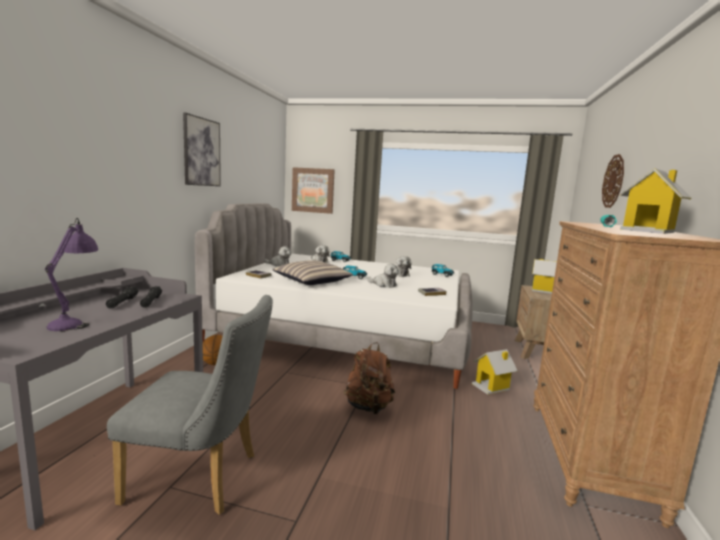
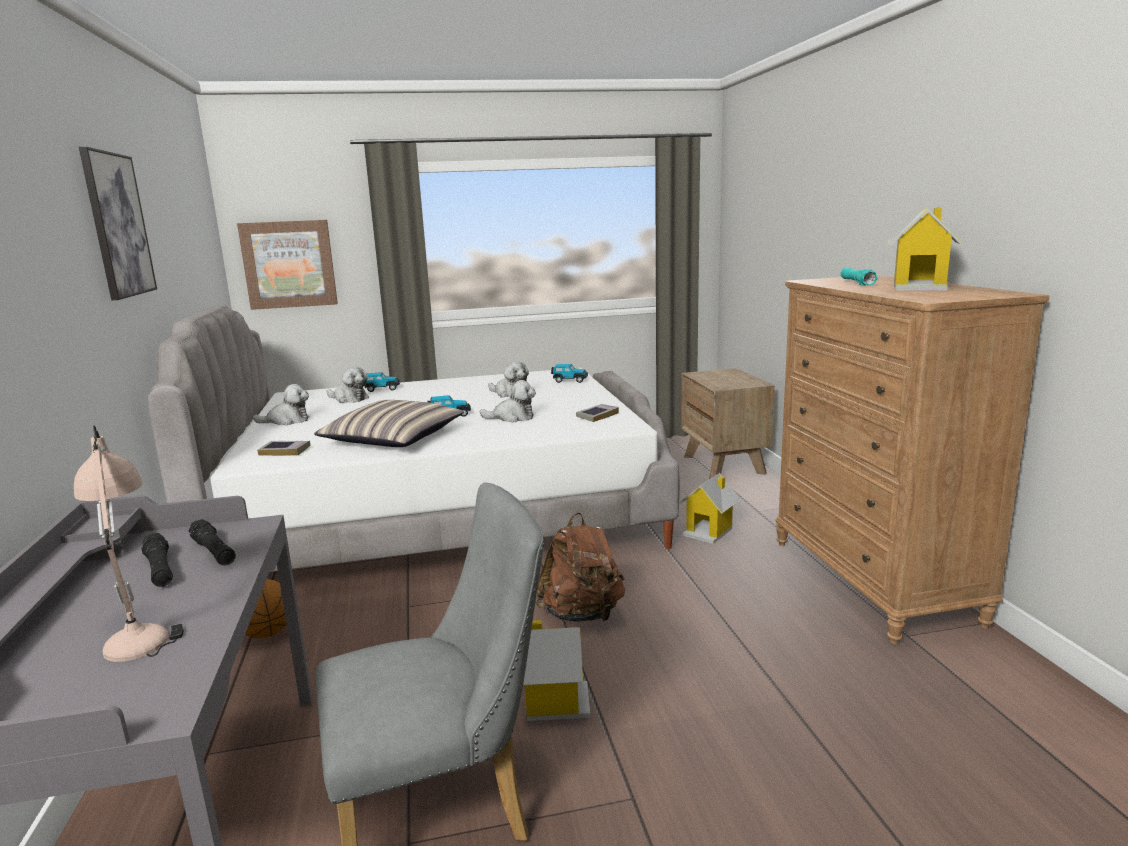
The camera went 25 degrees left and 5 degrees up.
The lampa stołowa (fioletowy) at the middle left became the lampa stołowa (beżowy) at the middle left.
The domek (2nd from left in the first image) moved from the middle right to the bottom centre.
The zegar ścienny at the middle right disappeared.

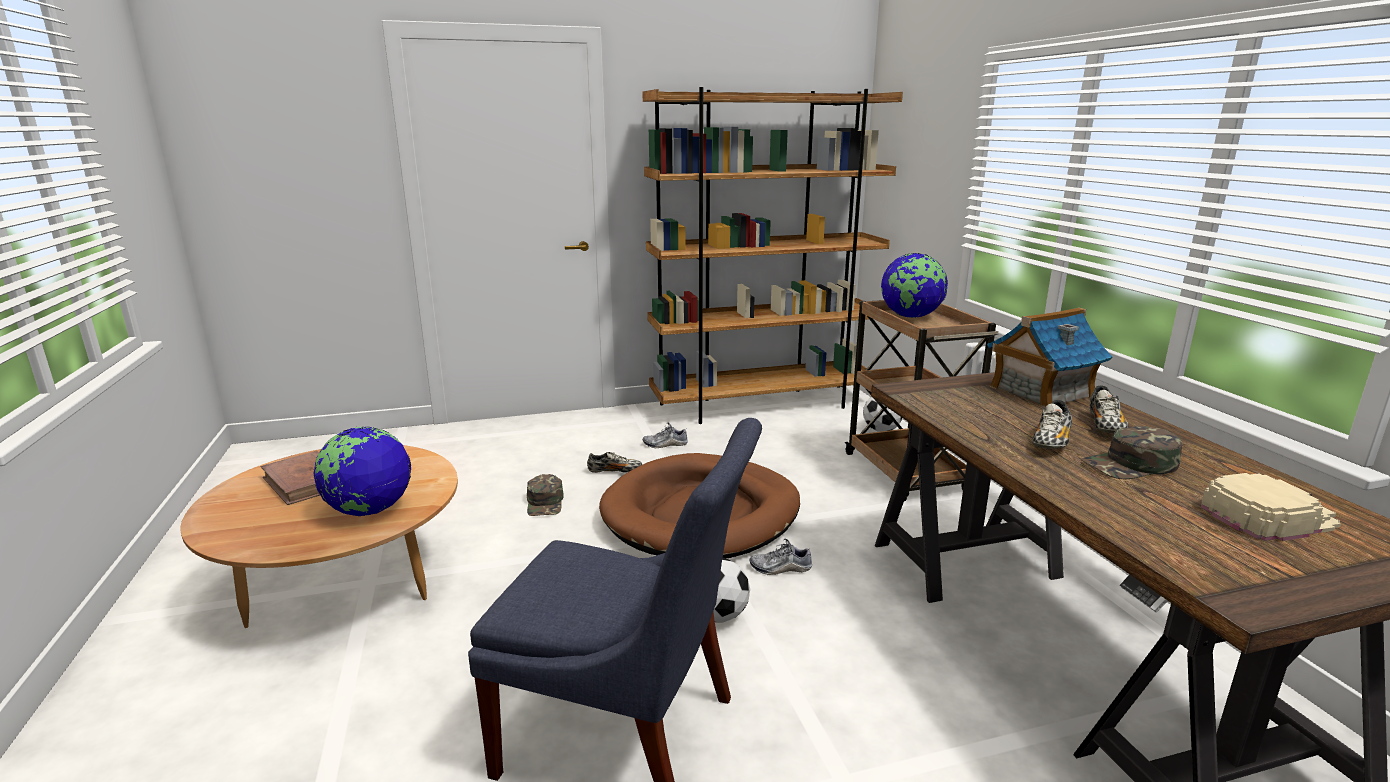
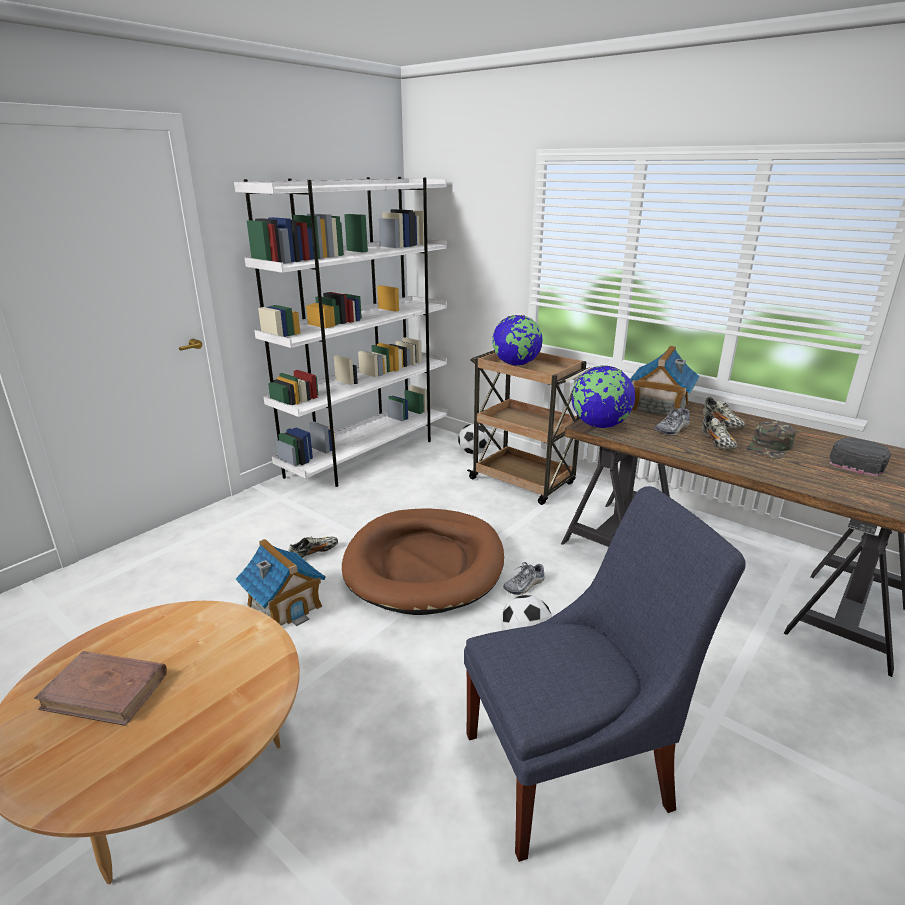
The camera went 35 degrees left and 5 degrees up.
The globus (1st from left in the first image) moved from the middle left to the centre.
The czapka z daszkiem (zielony) (1st from left) at the centre was replaced by the domek (1st from left) at the middle left.
The regał (brązowy) at the top centre became the regał (biały) at the centre.
The but (2nd from left in the first image) moved from the centre to the middle right.
The czapka z daszkiem (beżowy) at the middle right became the czapka z daszkiem (czarny) at the middle right.

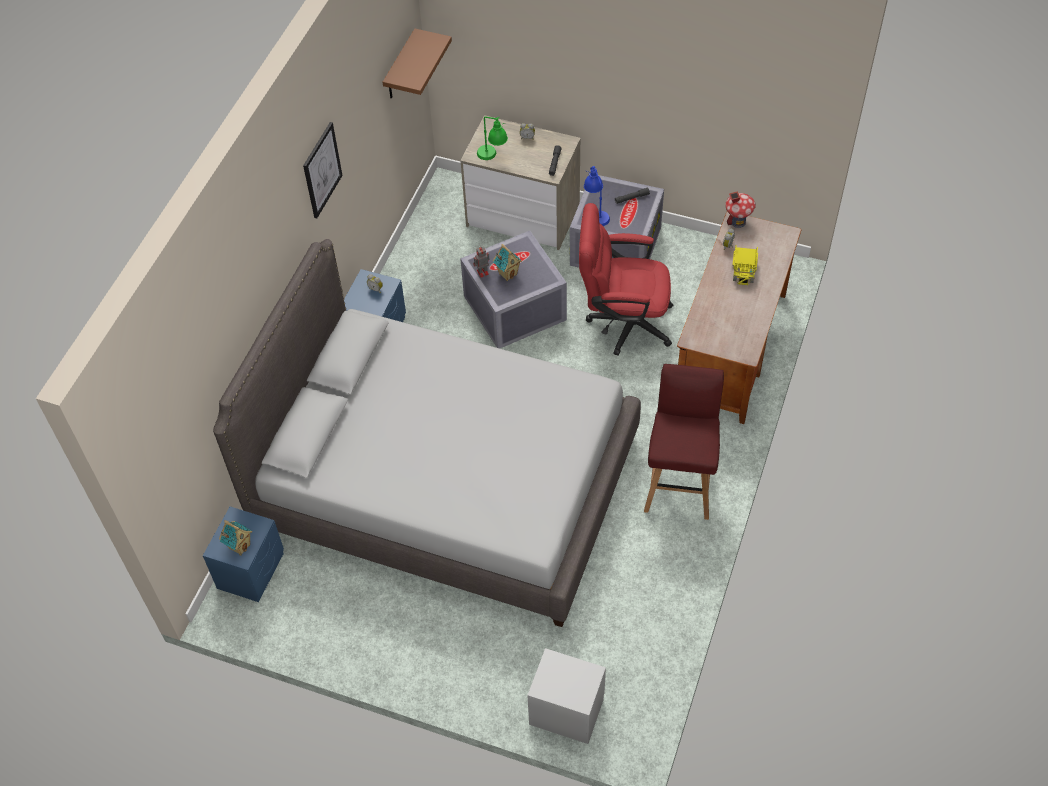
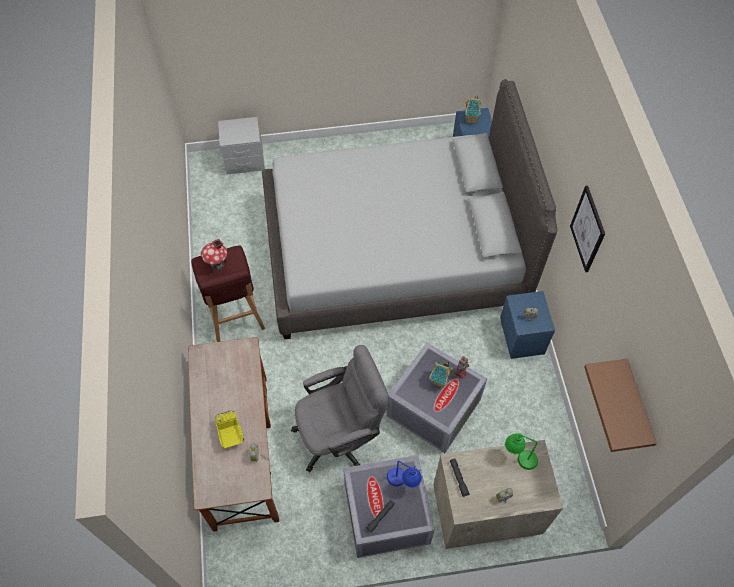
The camera went 150 degrees right and 5 degrees up.
The krzesło biurowe (czerwony) at the centre became the krzesło biurowe (szary) at the bottom centre.
The domek (3rd from left in the first image) moved from the top right to the middle left.

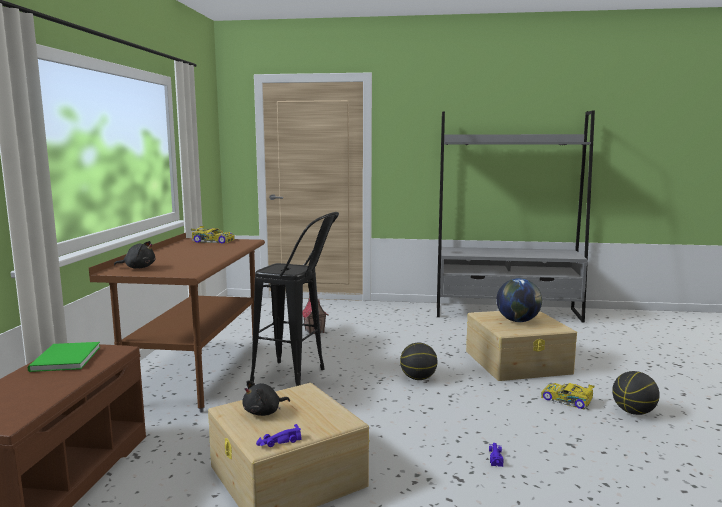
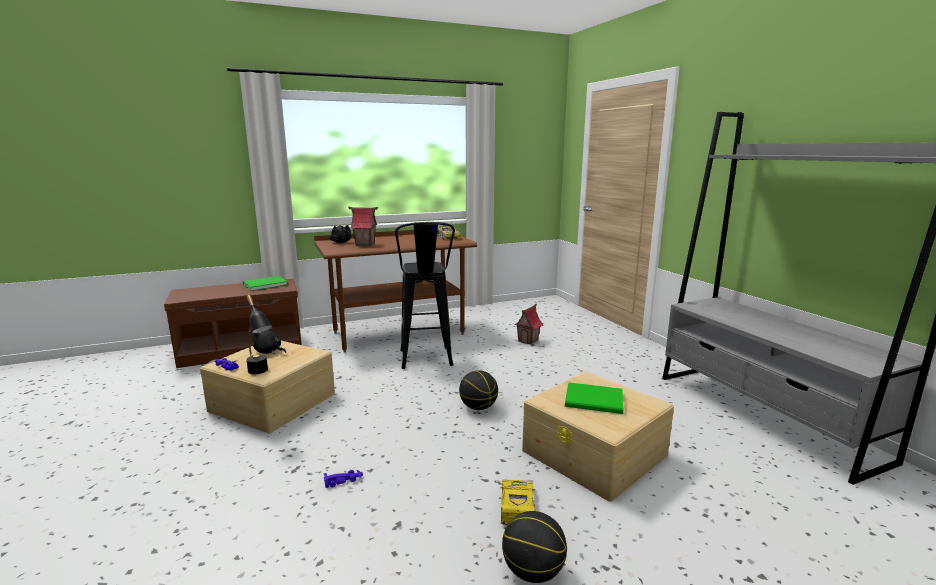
The camera went 60 degrees right and 5 degrees up.
The globus at the middle right was replaced by the książka (zielony) (2nd from left) at the bottom centre.
The lampa stołowa (czarny) at the middle left appeared.
The domek (1st from left) at the centre appeared.

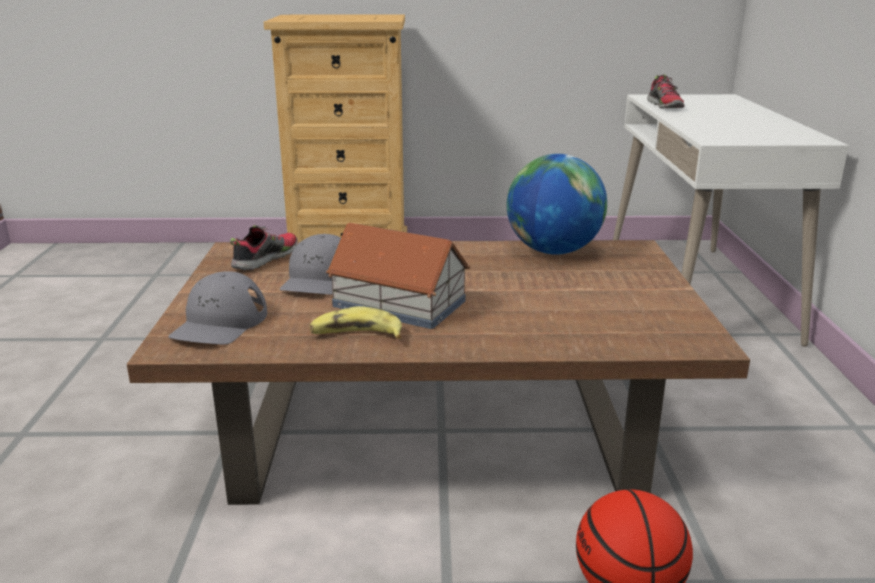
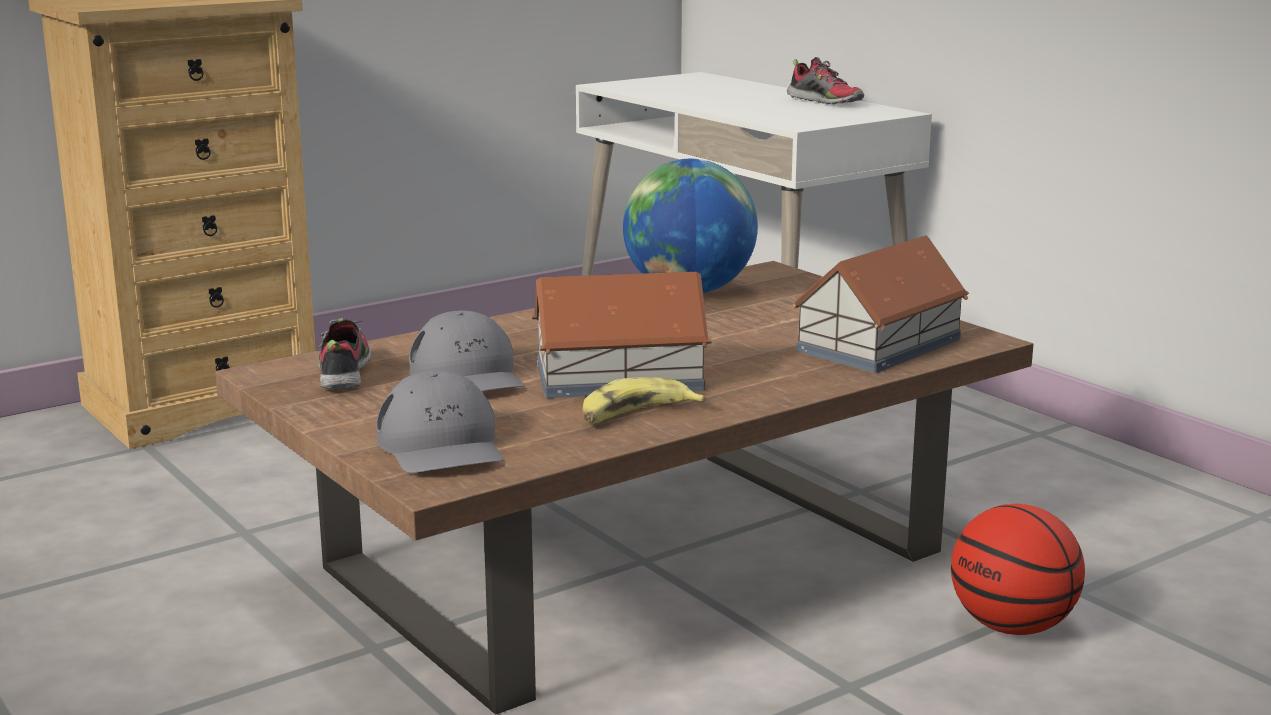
The camera went 35 degrees left and 5 degrees down.
The but (2nd from left) moved from the top right to the top centre.
The domek (2nd from left) at the middle right appeared.

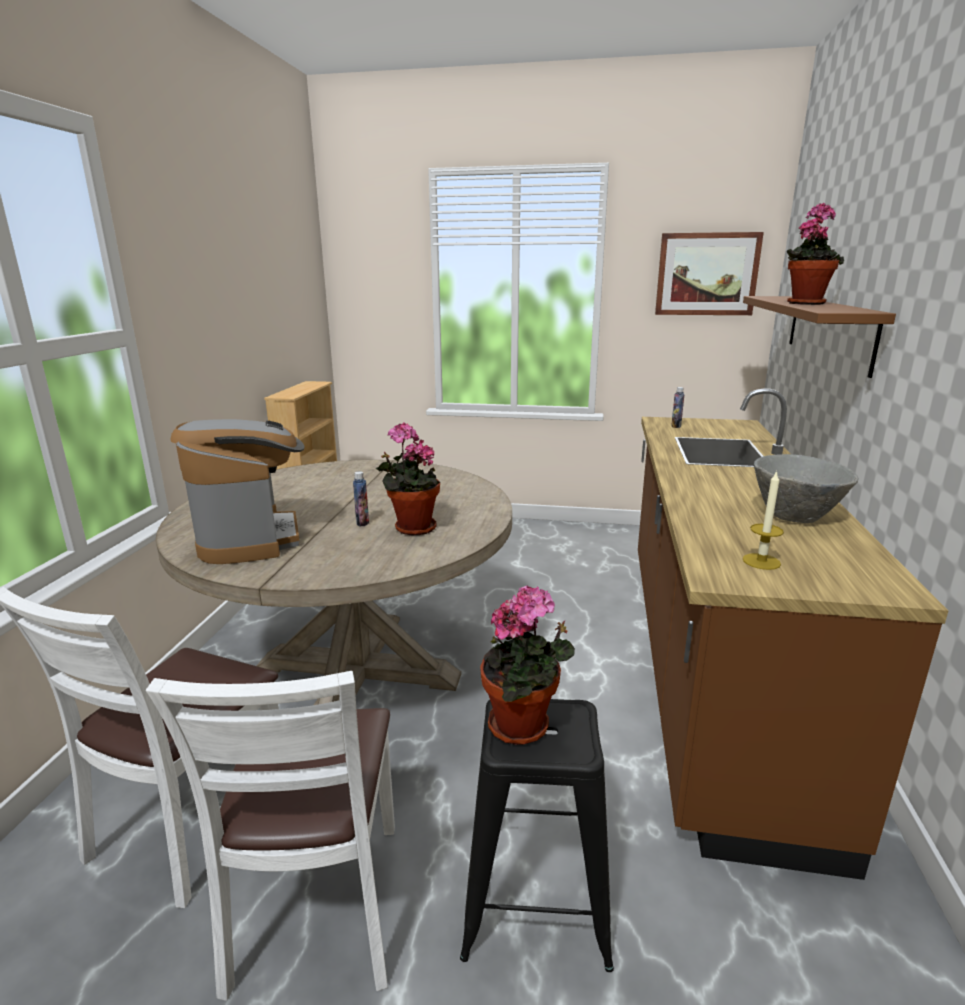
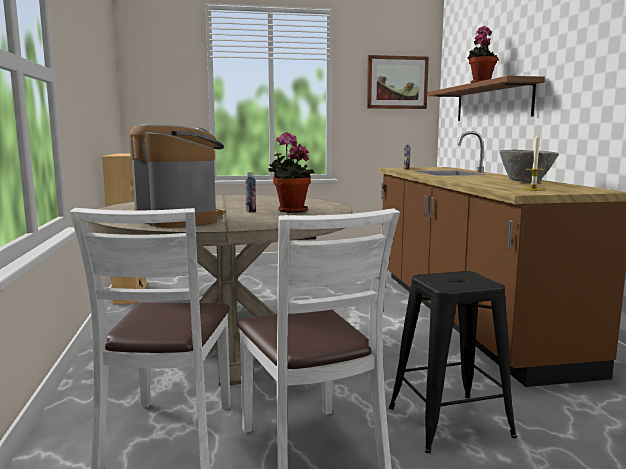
The camera went 20 degrees left and 10 degrees down.
The roślina doniczkowa (2nd from left) at the centre disappeared.

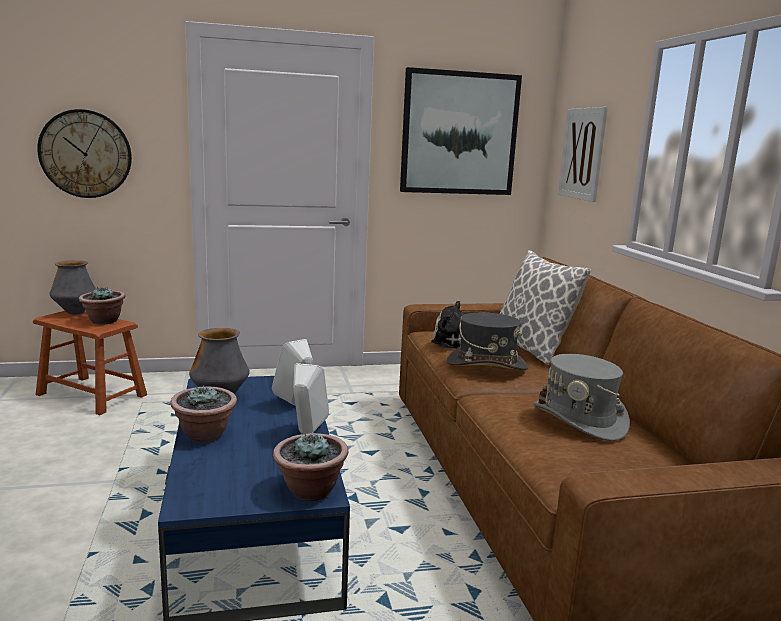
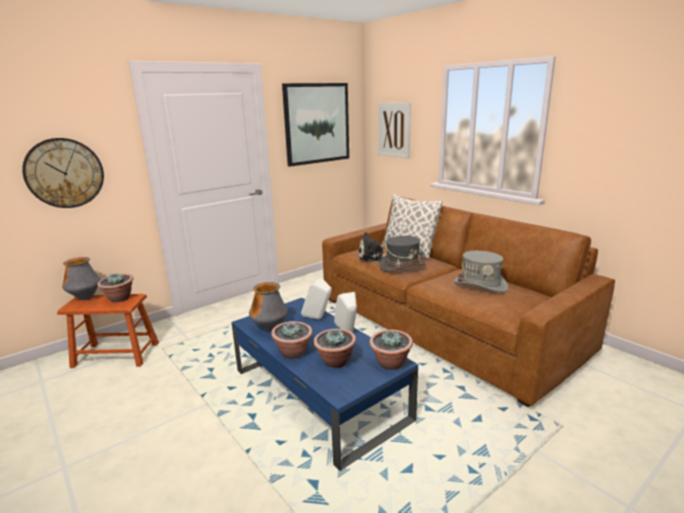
The camera went 25 degrees left and 5 degrees up.
The roślina doniczkowa (3rd from left) at the bottom centre appeared.

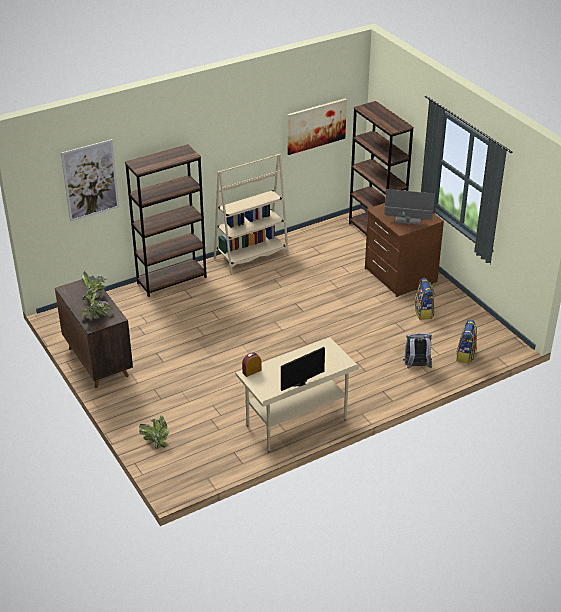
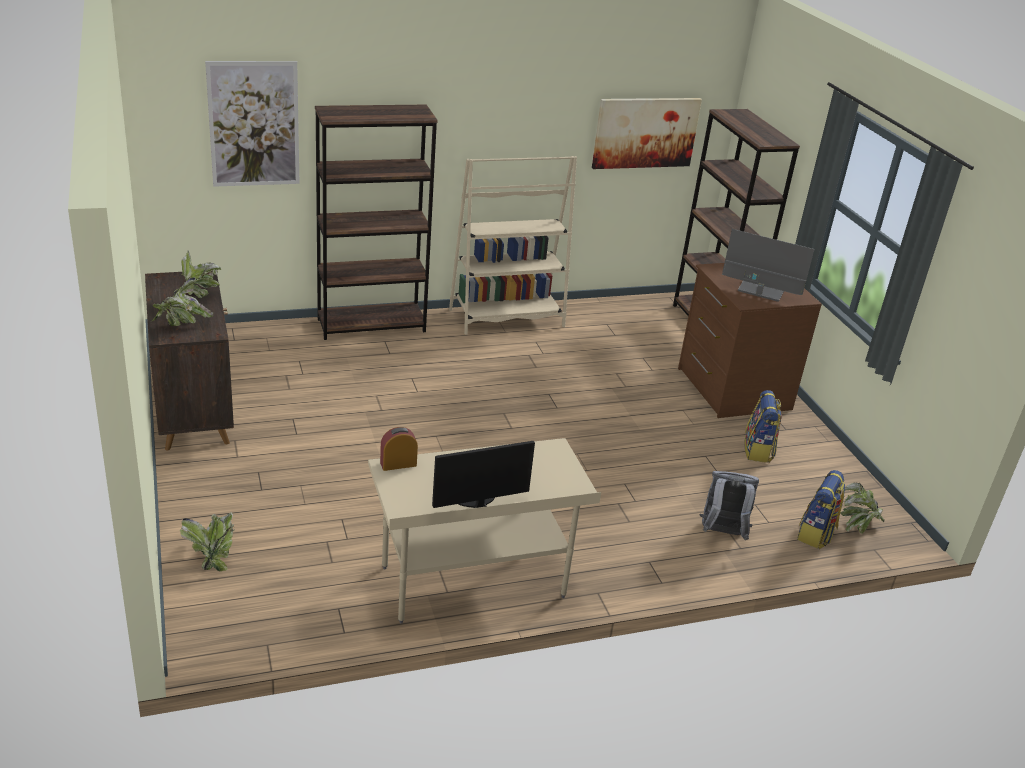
The camera went 10 degrees right and 5 degrees down.
The roślina doniczkowa (4th from left) at the middle right appeared.

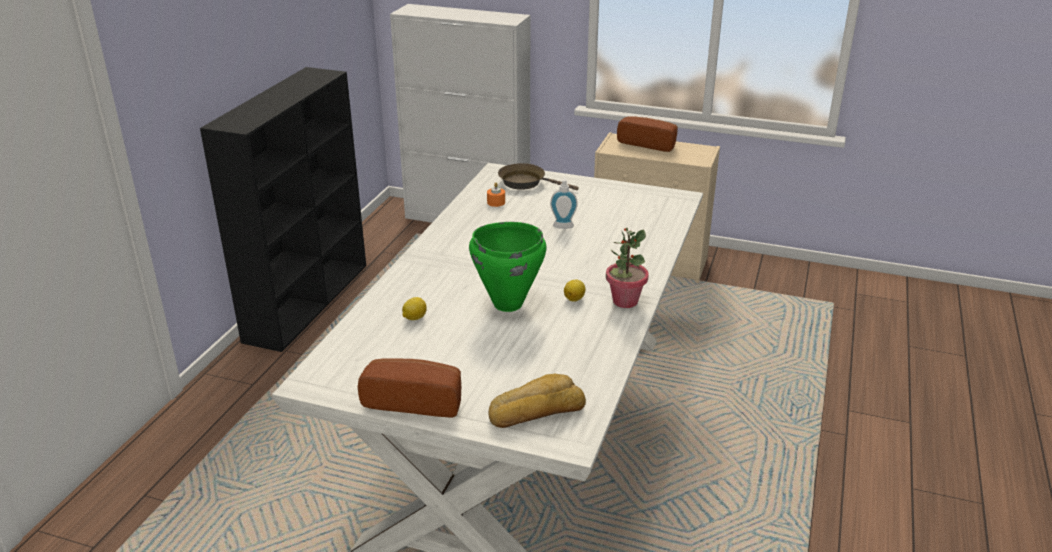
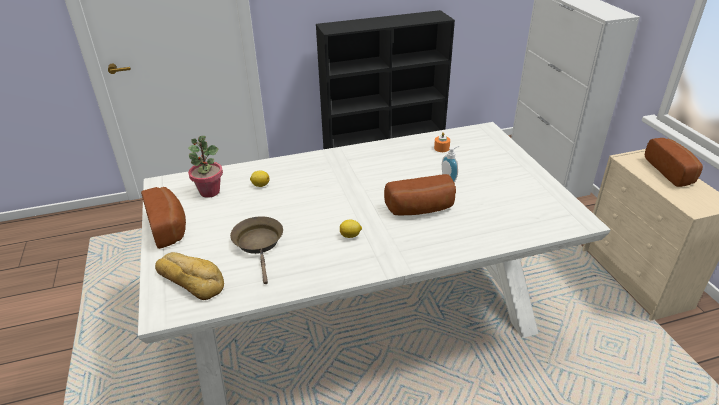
The camera went 55 degrees right and 5 degrees up.
The garnek (zielony) at the centre disappeared.
The patelnia (brązowy) moved from the top centre to the centre.
The roślina doniczkowa moved from the centre to the middle left.
The chleb (3rd from left) at the centre appeared.

